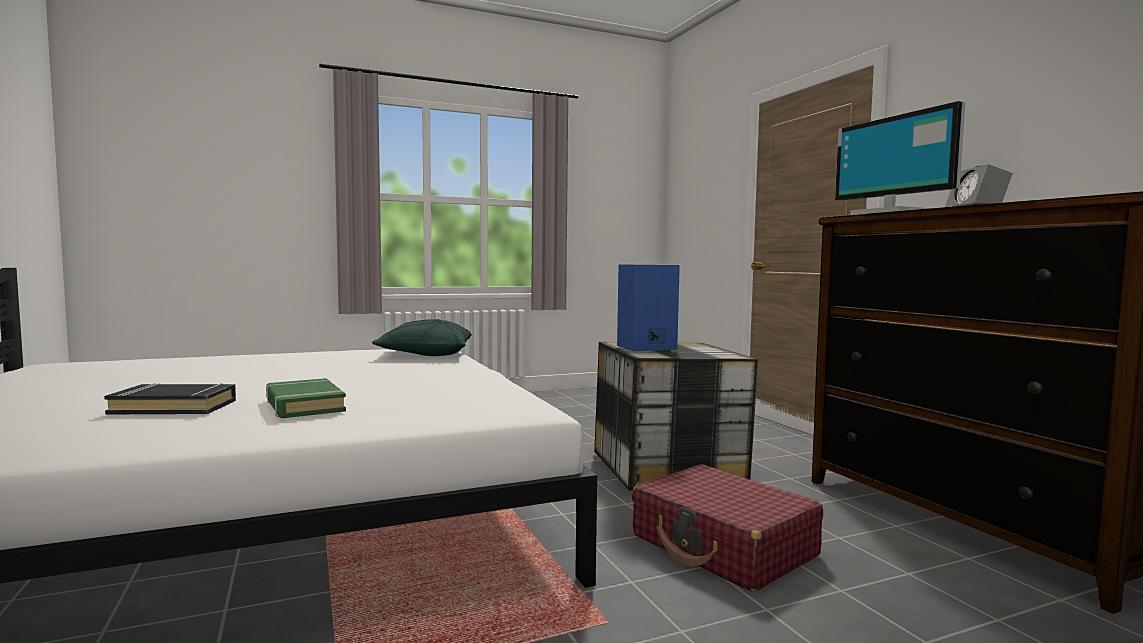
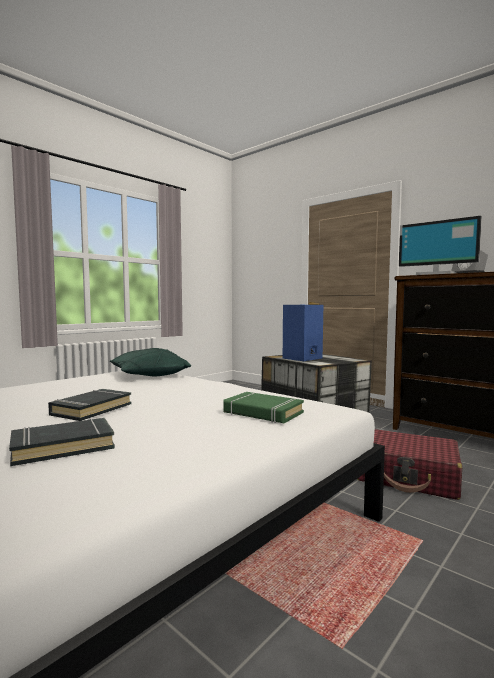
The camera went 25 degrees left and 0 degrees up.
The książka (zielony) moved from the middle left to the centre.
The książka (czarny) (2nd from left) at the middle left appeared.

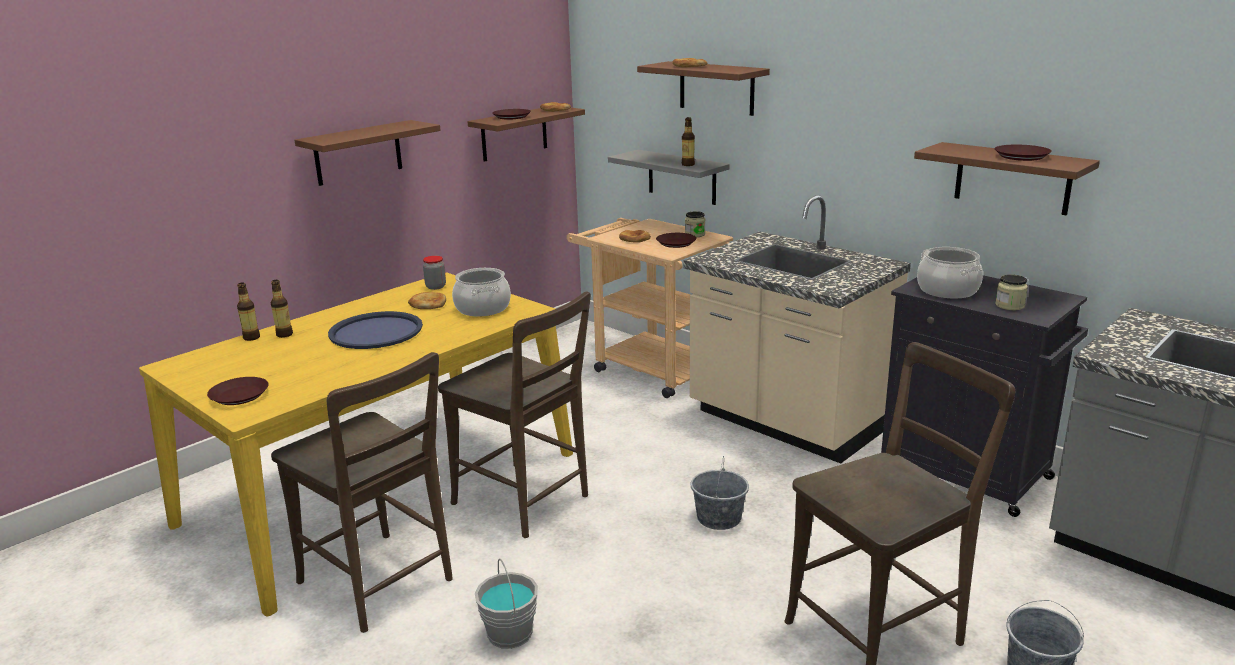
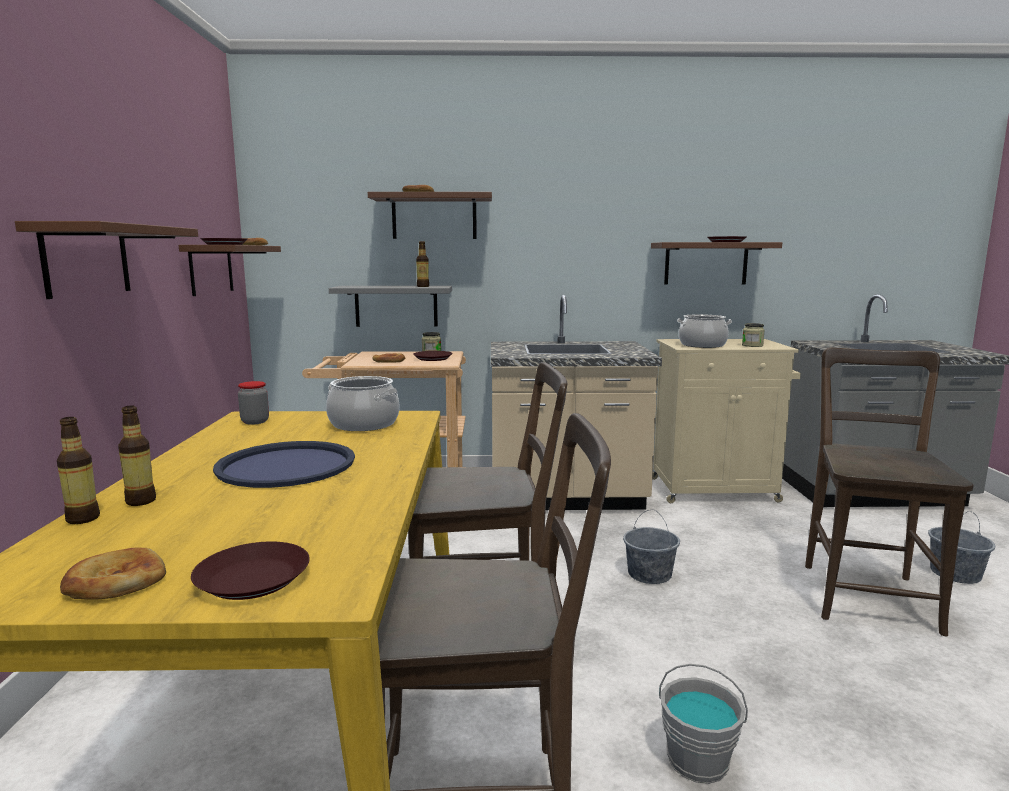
The camera went 45 degrees left and 10 degrees down.
The chleb (1st from left) moved from the centre to the bottom left.
The szafka (czarny) at the middle right became the szafka (beżowy) at the middle right.

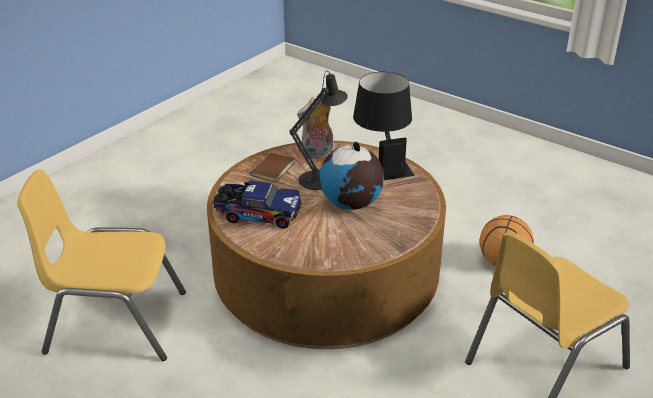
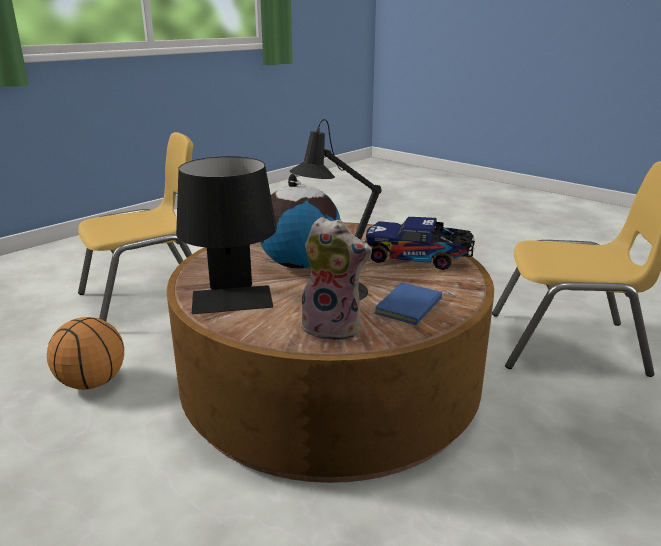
The camera went 175 degrees left and 10 degrees down.
The książka (brązowy) at the centre became the książka (niebieski) at the centre.
The pluszak at the top centre turned 45 degrees clockwise.

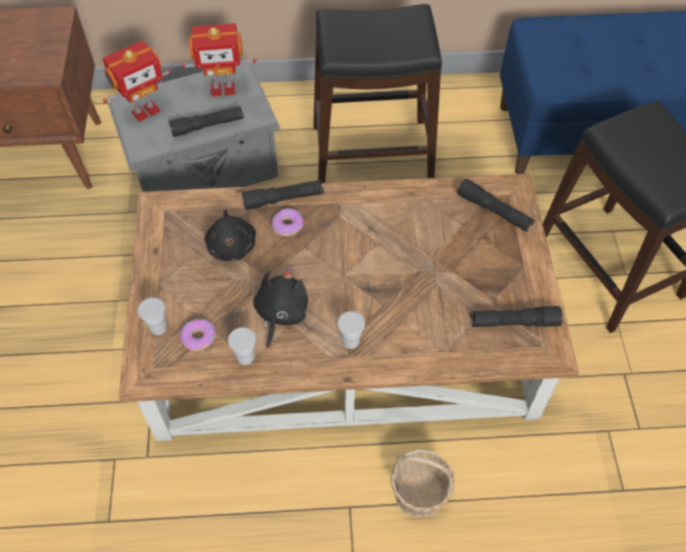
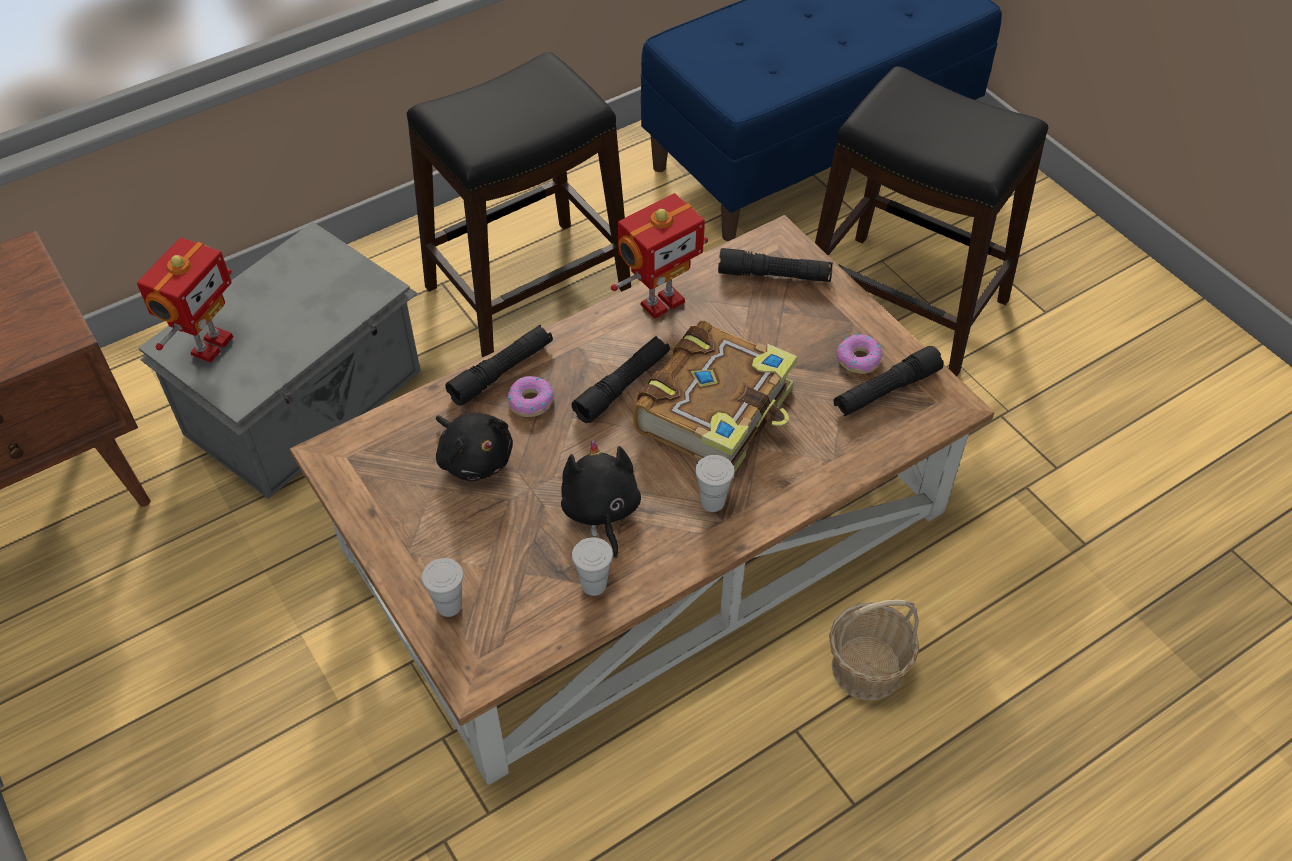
The camera went 30 degrees left and 5 degrees down.
The latarka (czarny) (1st from left in the first image) moved from the top left to the centre.
The donut (1st from left in the first image) moved from the middle left to the centre.
The robot zabawkowy (2nd from left) moved from the top left to the top centre.
The książka at the centre appeared.

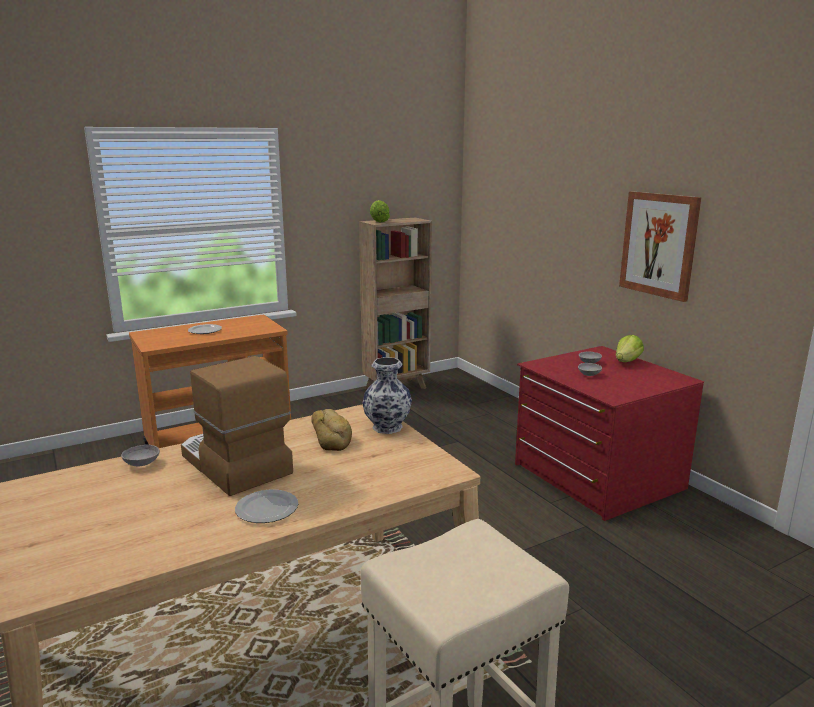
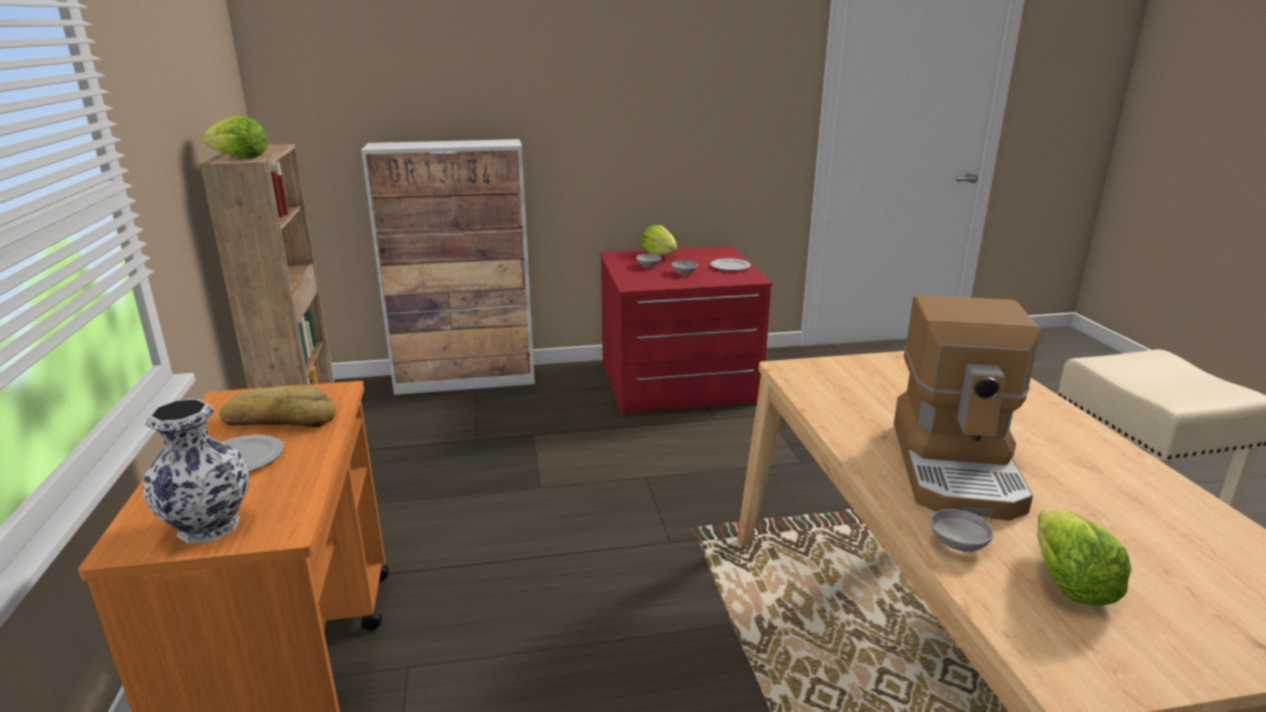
The camera went 70 degrees left and 5 degrees up.
The ekspres do kawy at the middle left turned 60 degrees counterclockwise.
The talerz (2nd from left) moved from the bottom left to the centre.
The chleb moved from the centre to the middle left.
The wazon moved from the centre to the middle left.
The obraz at the middle right disappeared.
The szafka at the centre appeared.
The sałata (3rd from left) at the bottom right appeared.

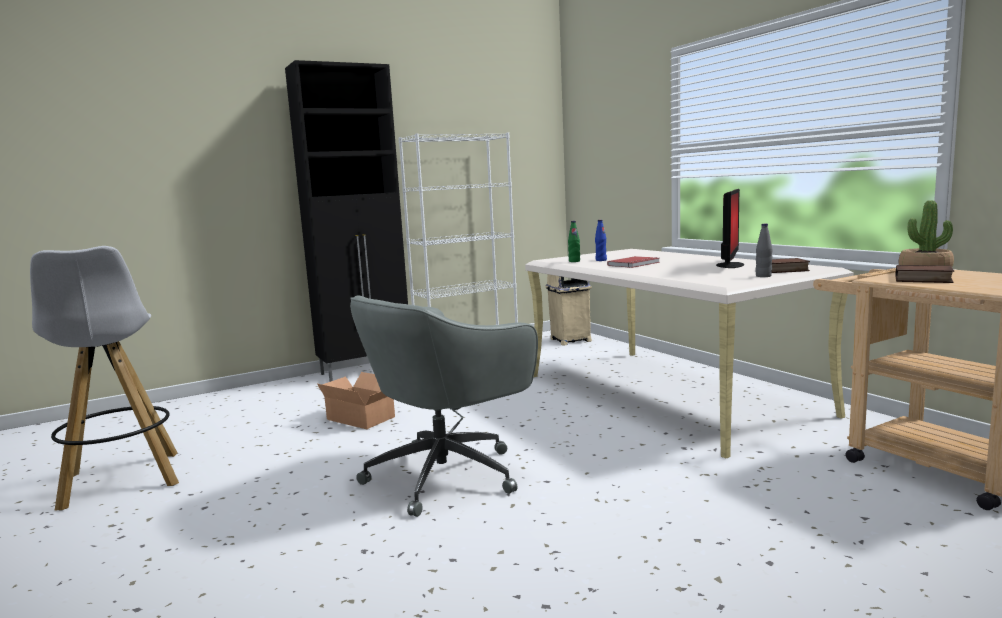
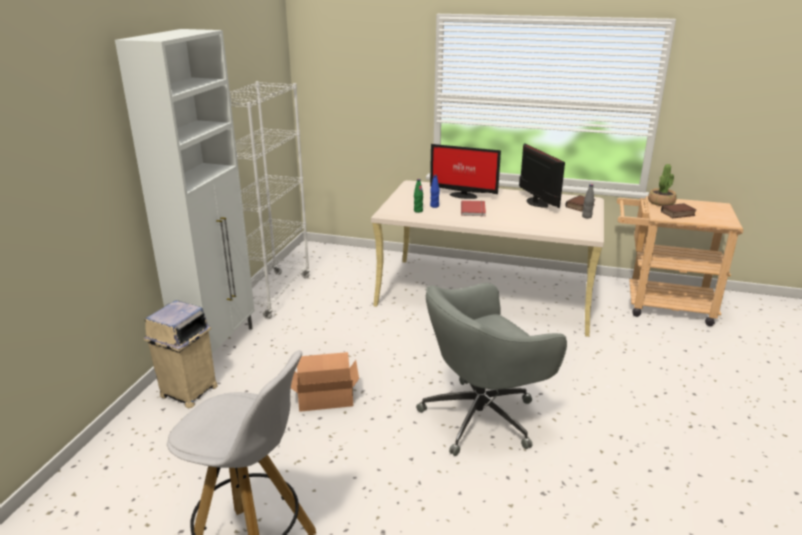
The camera went 45 degrees left and 15 degrees up.
The szafka (czarny) at the centre became the szafka (biały) at the middle left.
The krzesło biurowe (szary) at the centre turned 60 degrees clockwise.
The kosz na śmieci (beżowy) moved from the centre to the middle left.
The monitor (1st from left) at the top centre appeared.

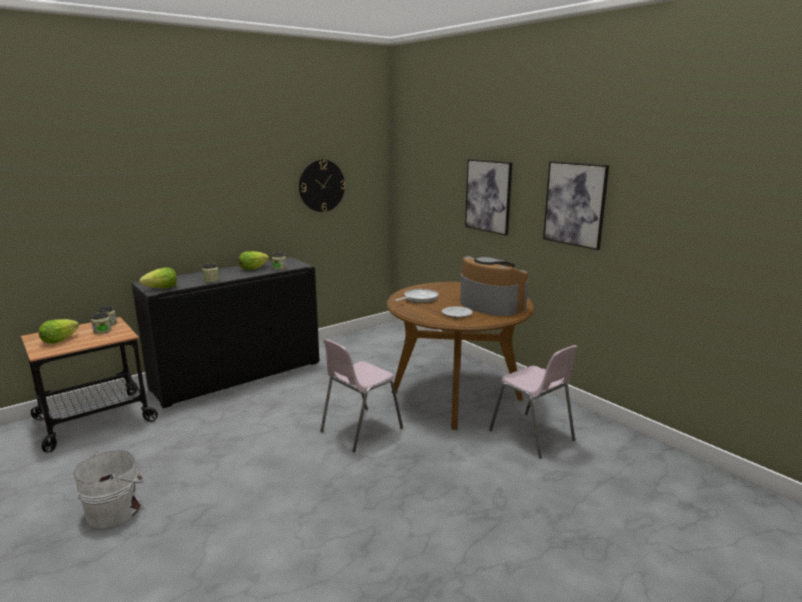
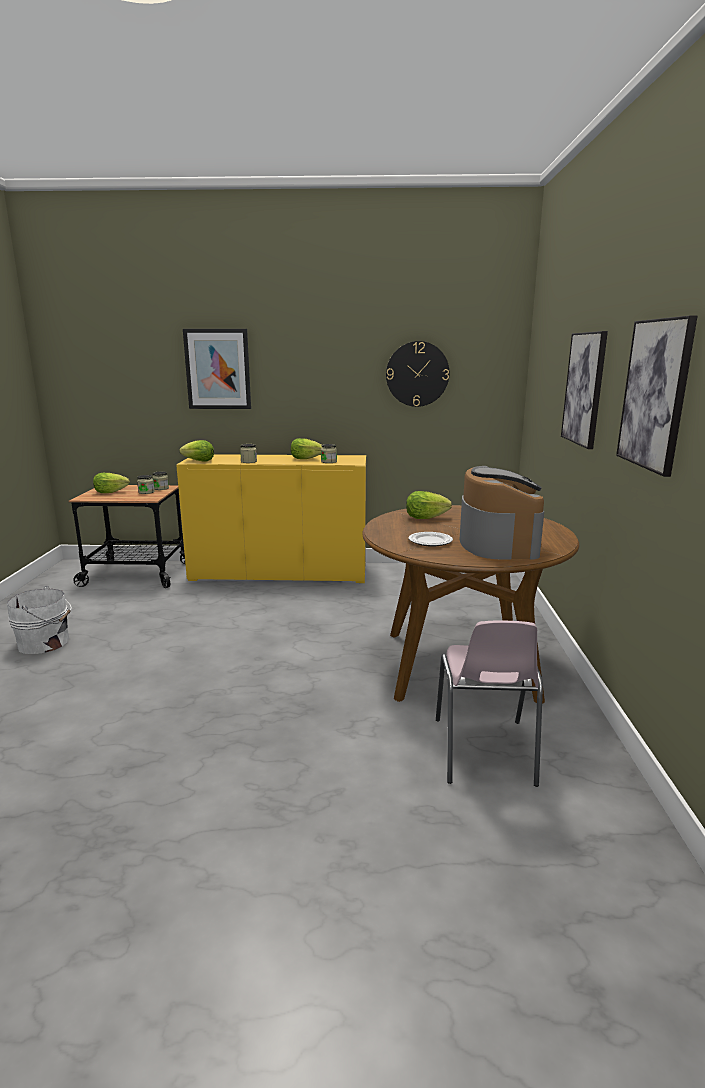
The camera went 40 degrees right and 0 degrees up.
The szafka (czarny) at the middle left became the szafka (żółty) at the centre.
The krzesło (różowy) (1st from left) at the centre disappeared.
The patelnia at the centre was replaced by the sałata (4th from left) at the centre.
The obraz (1st from left) at the middle left appeared.

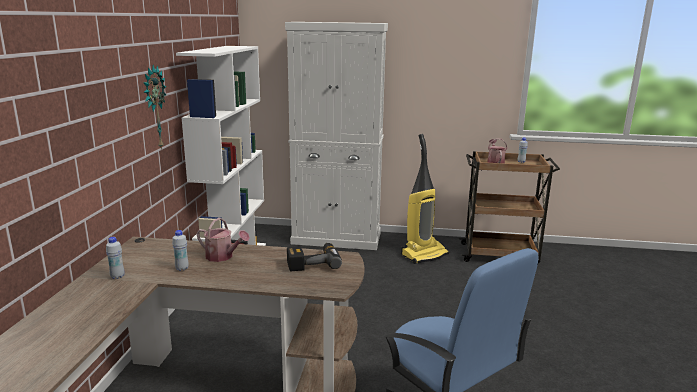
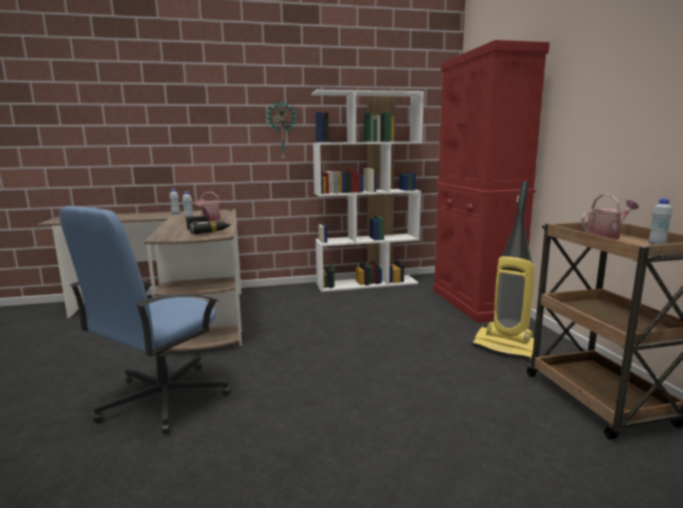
The camera went 70 degrees right and 5 degrees down.
The szafka (biały) at the centre became the szafka (czerwony) at the middle right.

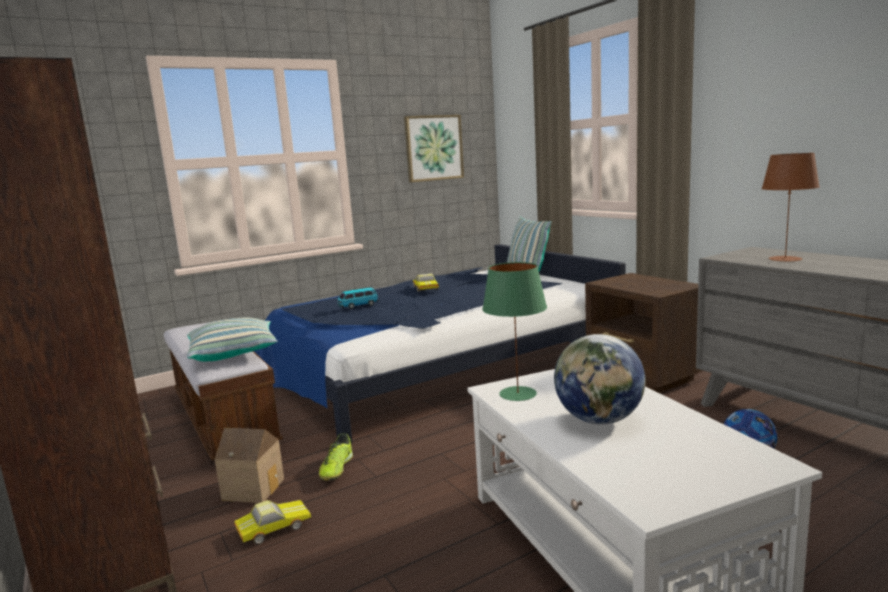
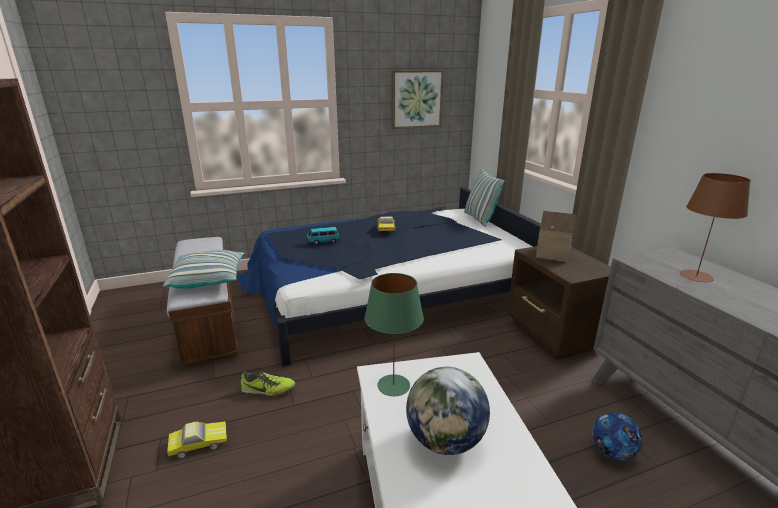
The camera went 10 degrees right and 10 degrees up.
The domek moved from the bottom left to the middle right.
The but at the bottom centre turned 105 degrees counterclockwise.

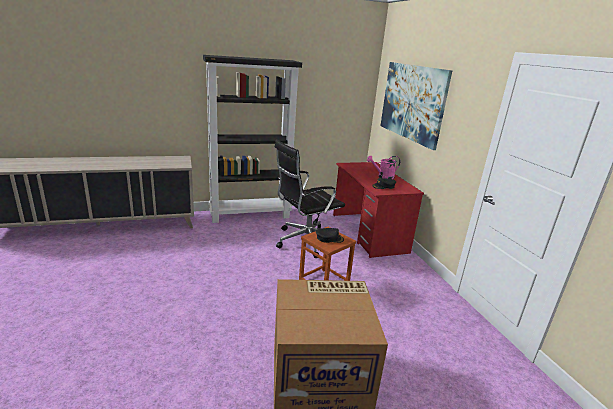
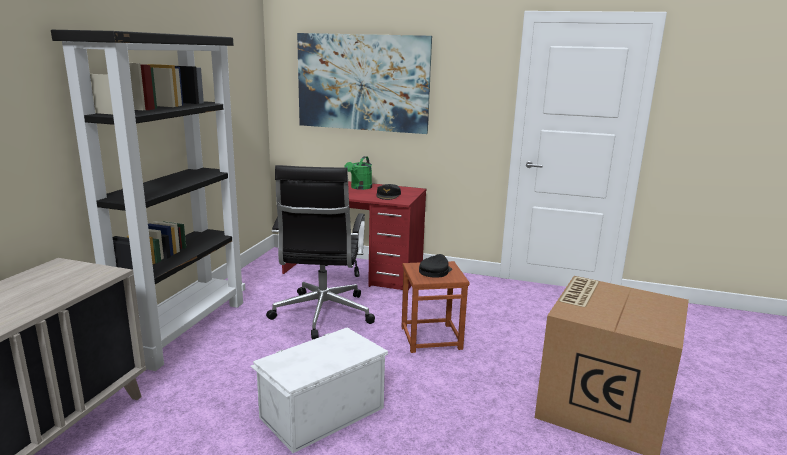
The camera went 55 degrees left and 5 degrees down.
The konewka (różowy) at the centre became the konewka (zielony) at the centre.
The pojemnik do przechowywania (biały) at the bottom centre appeared.

